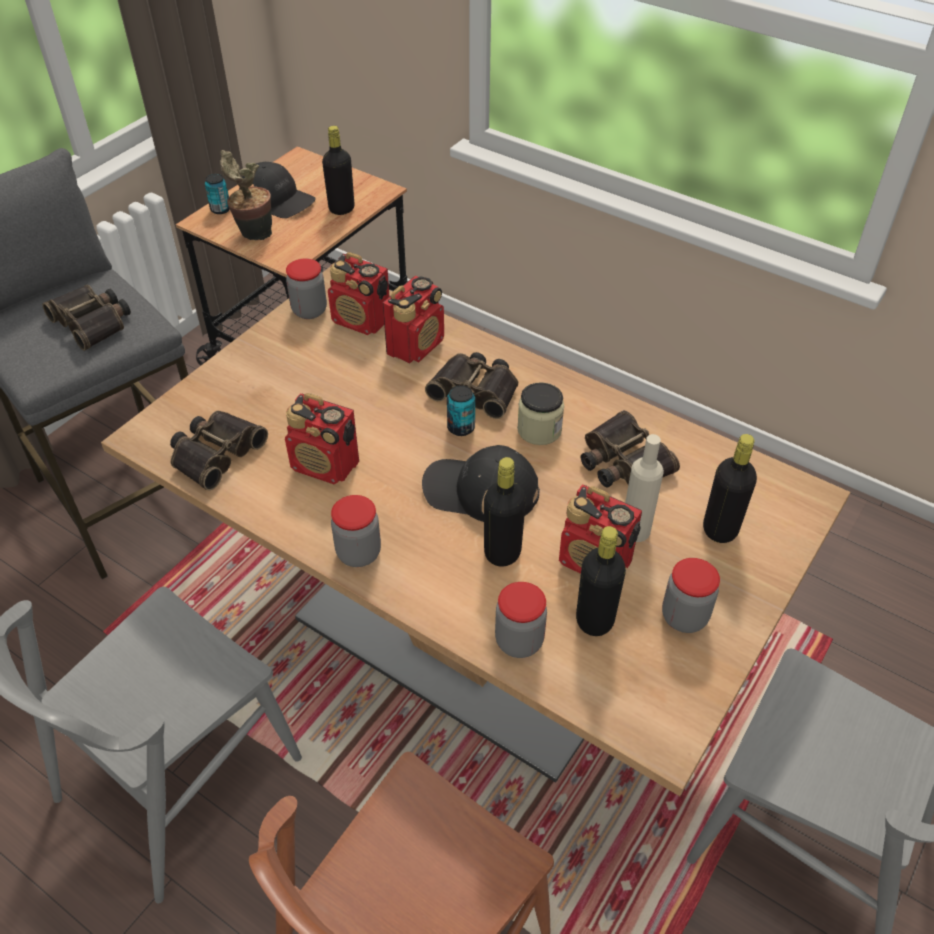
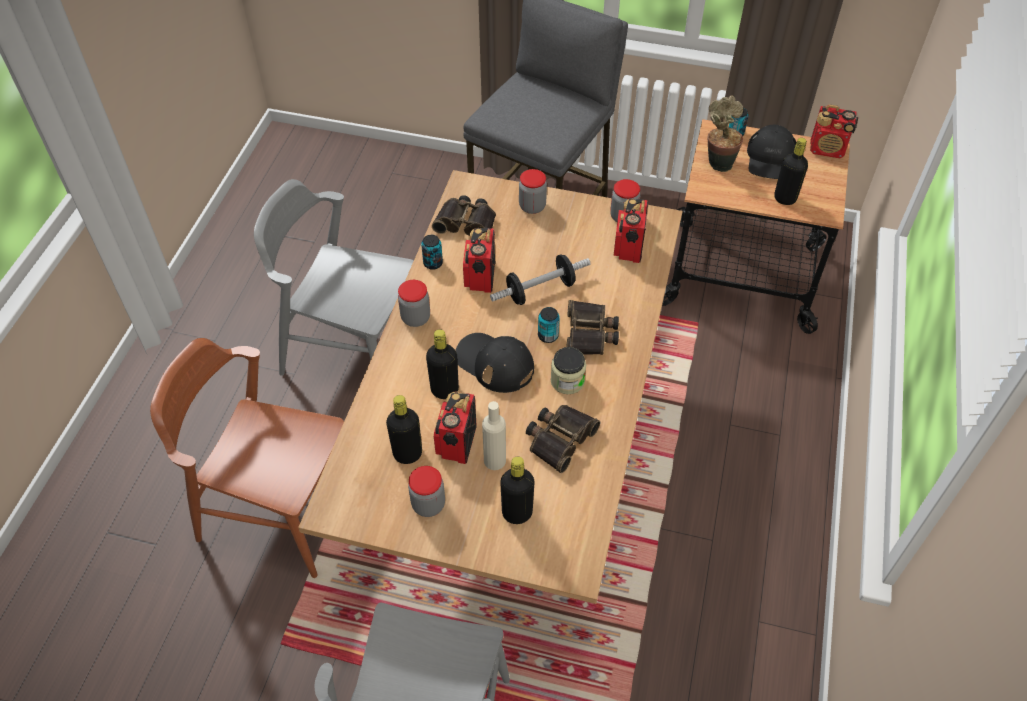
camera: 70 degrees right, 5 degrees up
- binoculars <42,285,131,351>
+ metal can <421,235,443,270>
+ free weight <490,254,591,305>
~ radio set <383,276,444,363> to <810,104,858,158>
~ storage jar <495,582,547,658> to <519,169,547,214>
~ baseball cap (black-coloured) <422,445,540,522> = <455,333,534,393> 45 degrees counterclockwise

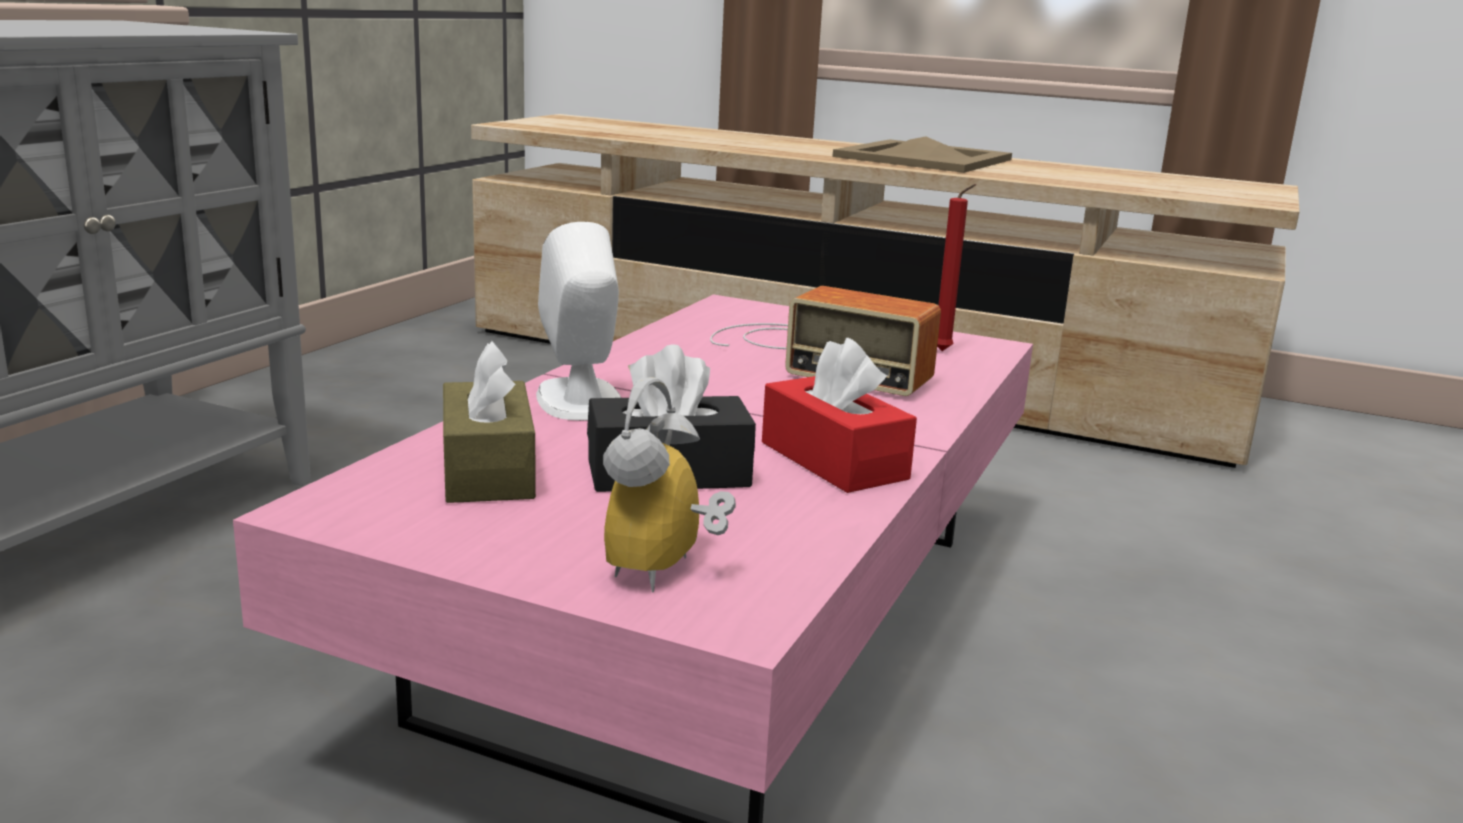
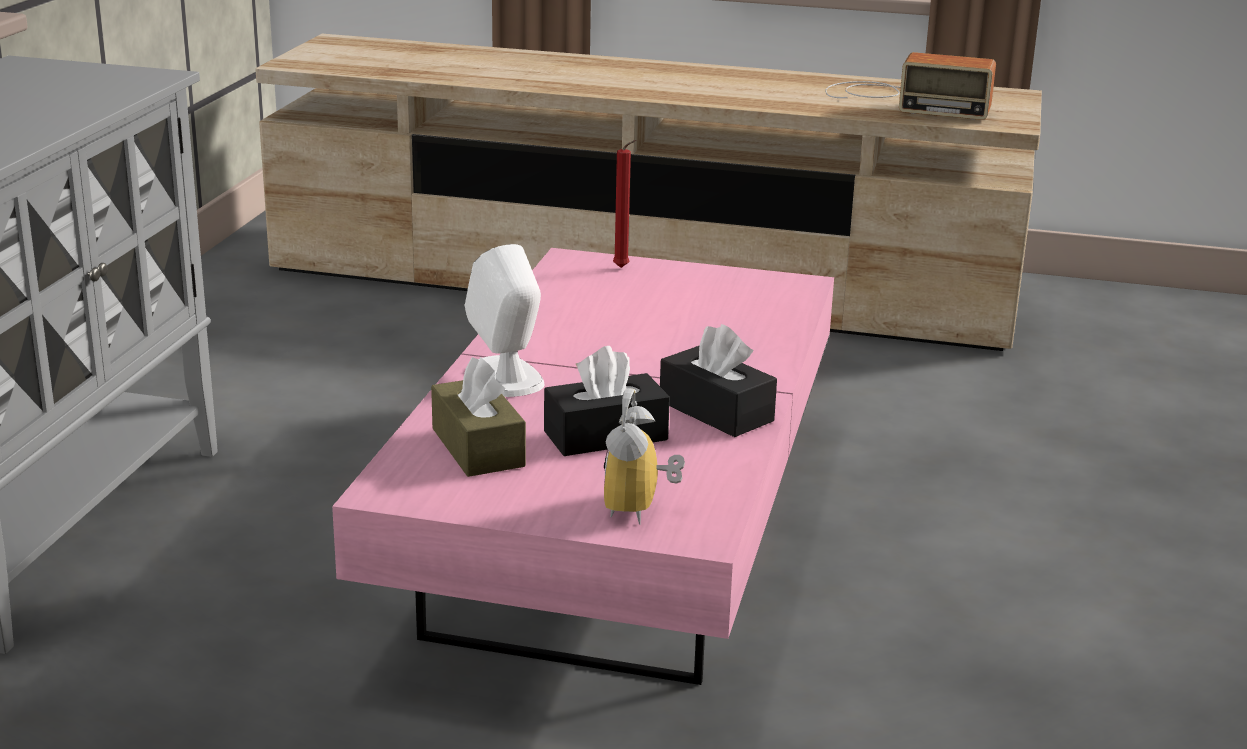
camera: 10 degrees left, 5 degrees up
- tray (sand-coloured) <832,137,1012,173>
~ radio set <710,286,941,396> to <825,52,996,120>
~ candle (red) <937,184,976,351> to <613,140,636,268>
~ box of tissues (red) <762,338,917,493> to box of tissues (black-coloured) <660,324,777,437>

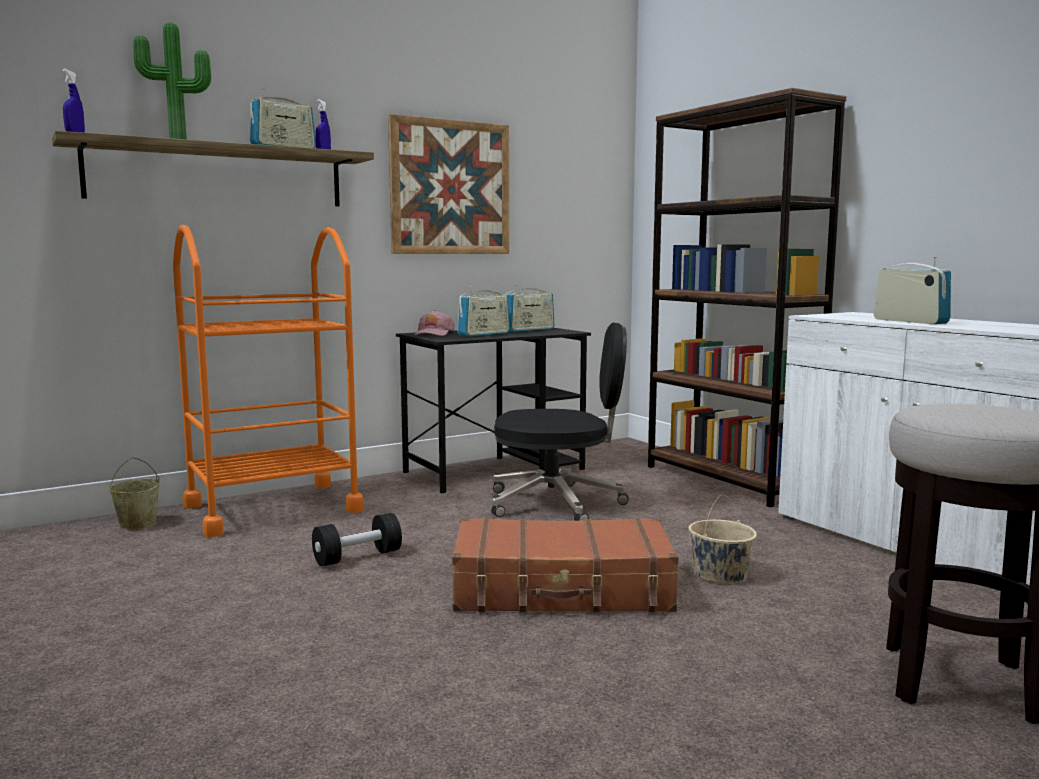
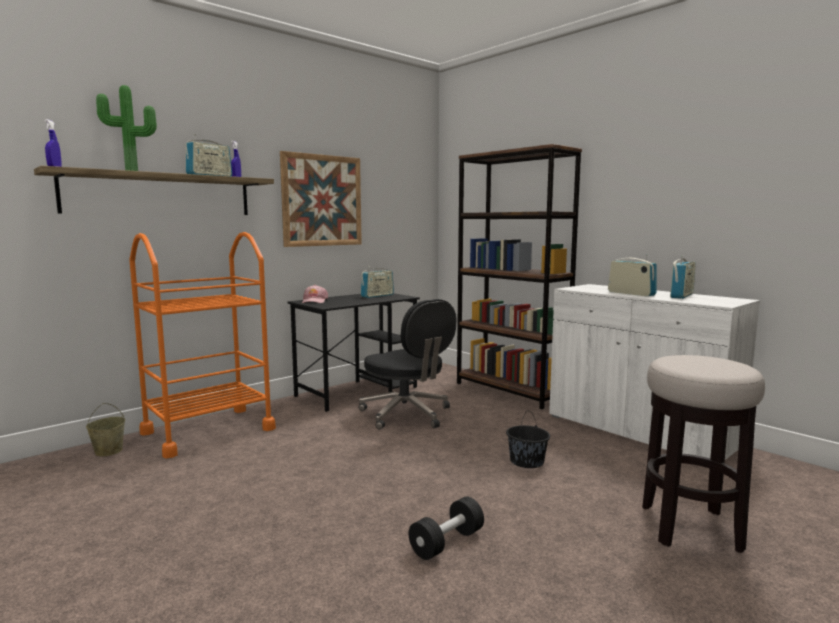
camera: 10 degrees left, 0 degrees up
- piece of luggage (brownish) <452,518,679,612>
~ free weight (black-coloured) <312,513,402,566> to <409,497,484,560>
~ radio set <458,286,510,337> to <670,255,696,299>
~ bucket (sand-coloured) <688,495,757,584> to bucket (black-coloured) <506,410,550,468>
~ desk chair (black-coloured) <491,323,629,521> = <358,299,457,430> 60 degrees clockwise

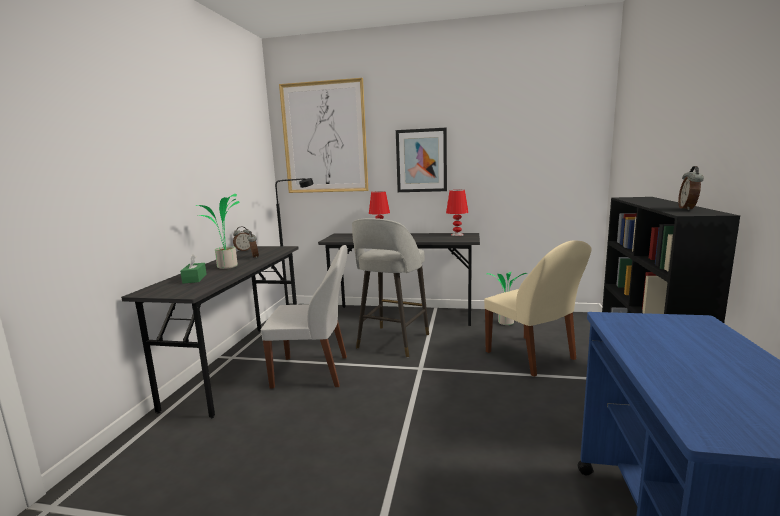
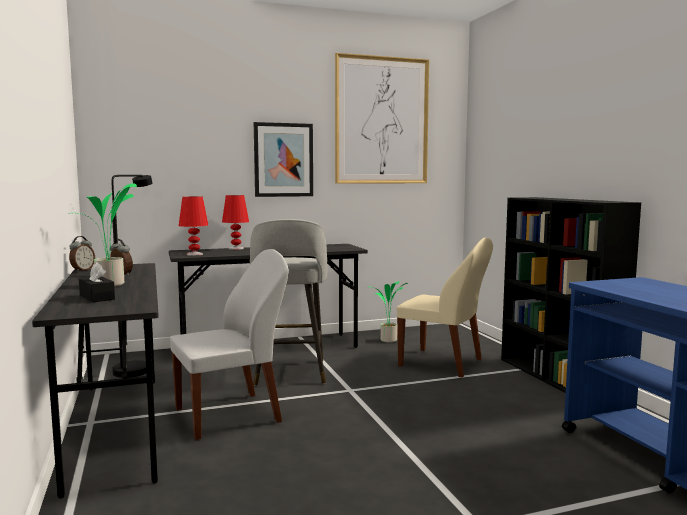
camera: 30 degrees left, 5 degrees down
- table clock <678,166,704,210>
~ wall picture <279,78,368,193> to <335,53,429,184>
~ table lamp (red) <446,190,469,236> to <179,196,208,256>
~ box of tissues (green-coloured) <180,254,207,283> to box of tissues (black-coloured) <79,263,115,302>

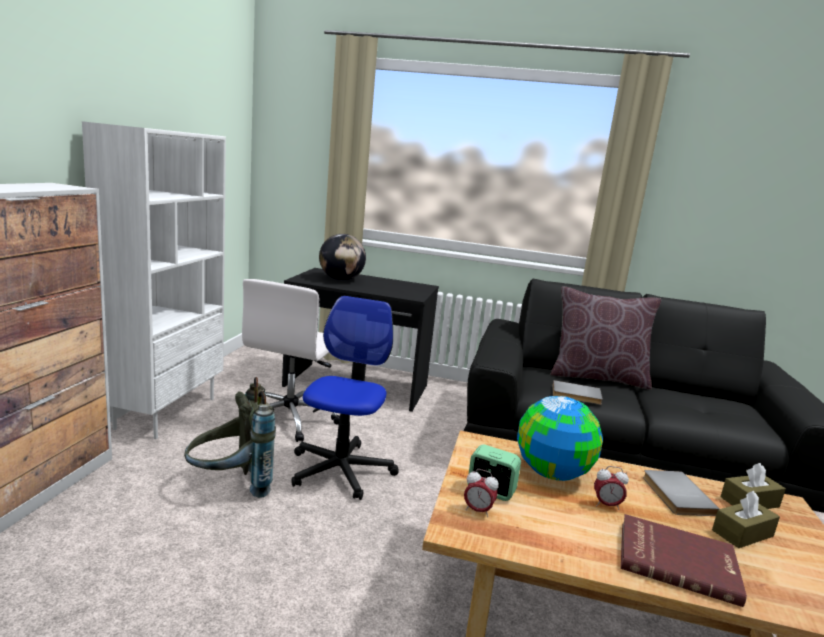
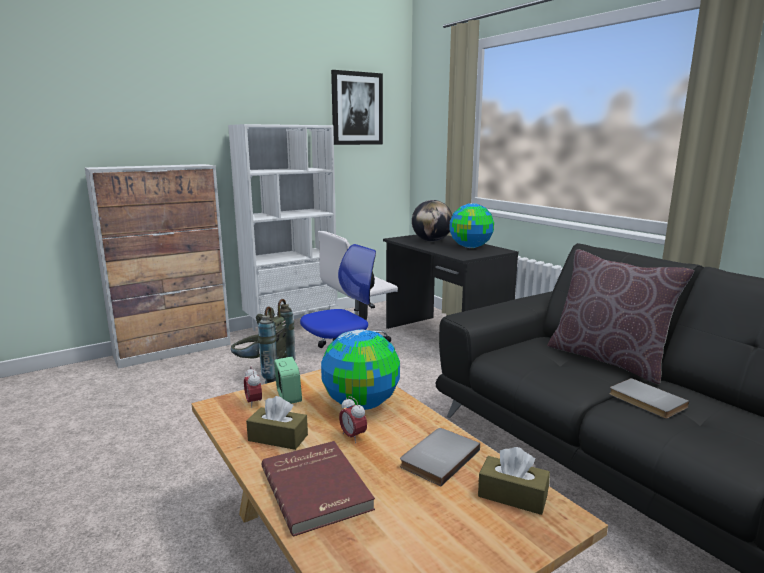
camera: 45 degrees right, 0 degrees up
+ wall picture <331,70,383,145>
+ world globe <449,203,494,248>
~ book (gray) <552,380,603,405> to <609,378,689,419>
~ box of tissues (brownish) <712,491,780,548> to <246,396,308,450>

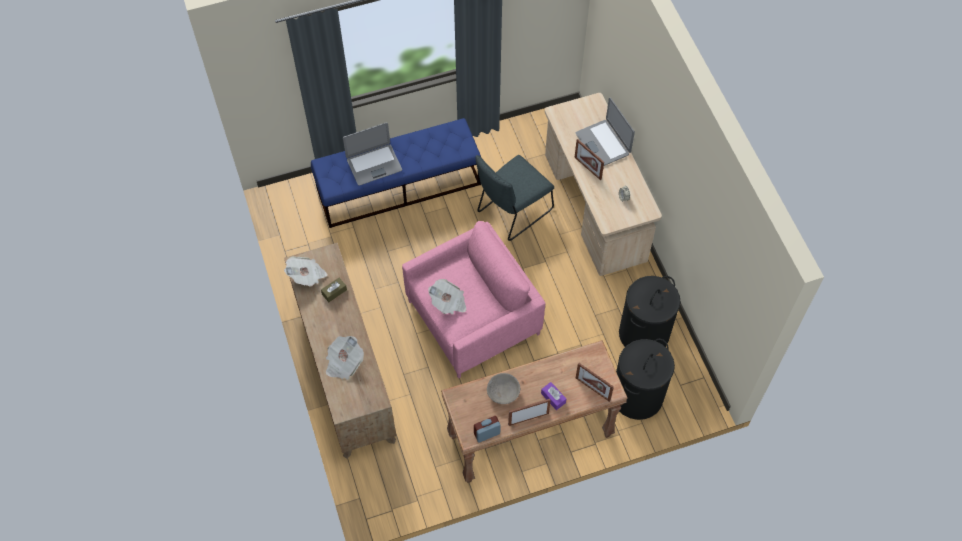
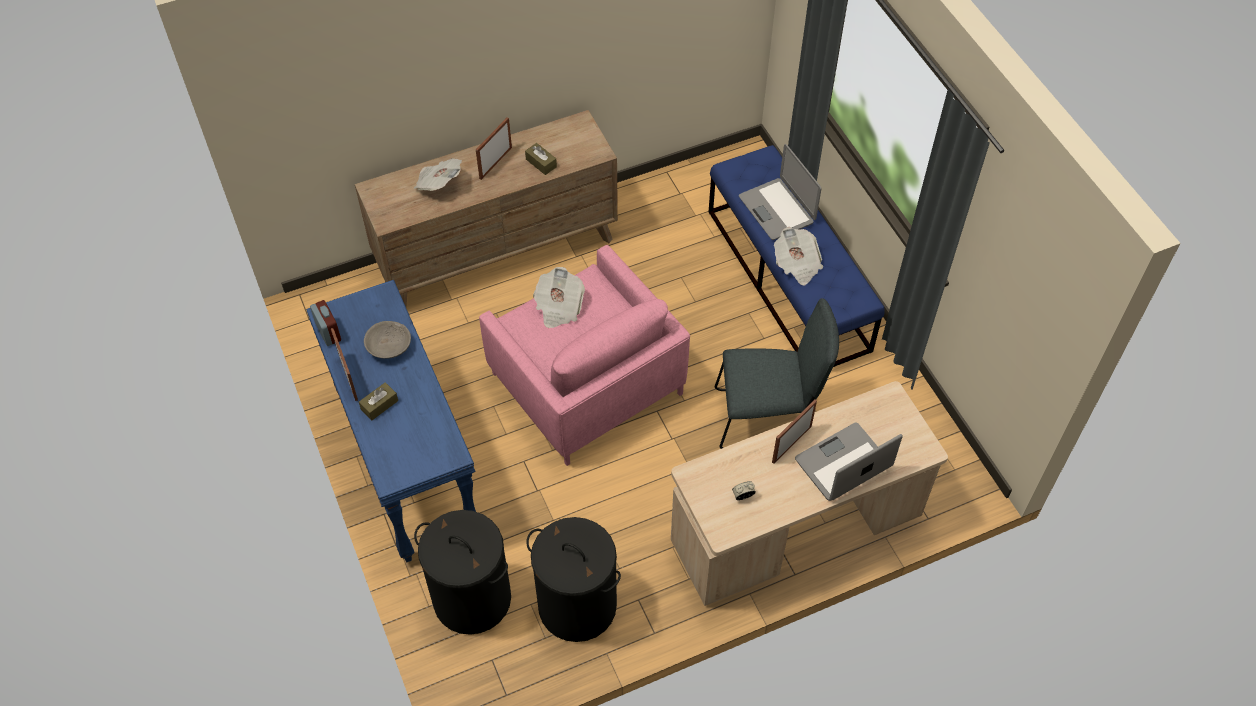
camera: 85 degrees right, 5 degrees down
~ daily paper <284,256,327,287> to <774,227,823,285>
~ standing frame <576,363,614,402> to <476,117,512,180>
~ hall table (brownish) <441,340,627,483> to hall table (bluish) <306,280,476,562>
~ box of tissues (purple-coloured) <541,382,566,410> to box of tissues (brownish) <359,382,398,420>
~ upright chair (gray) <475,155,554,241> = <715,298,839,449> 135 degrees clockwise

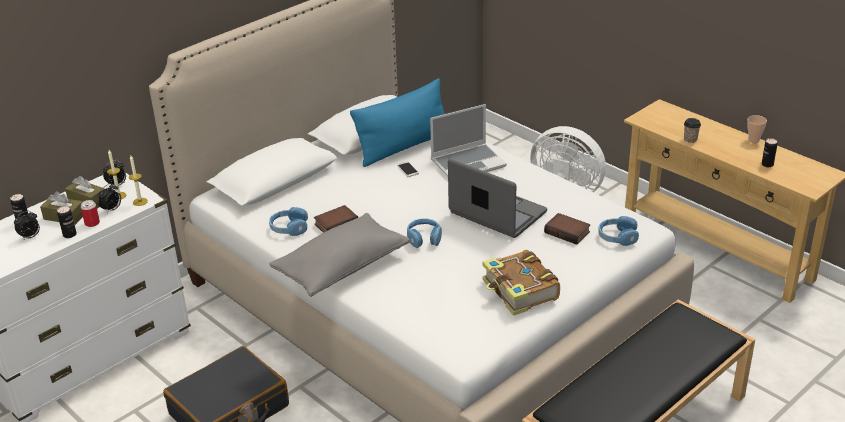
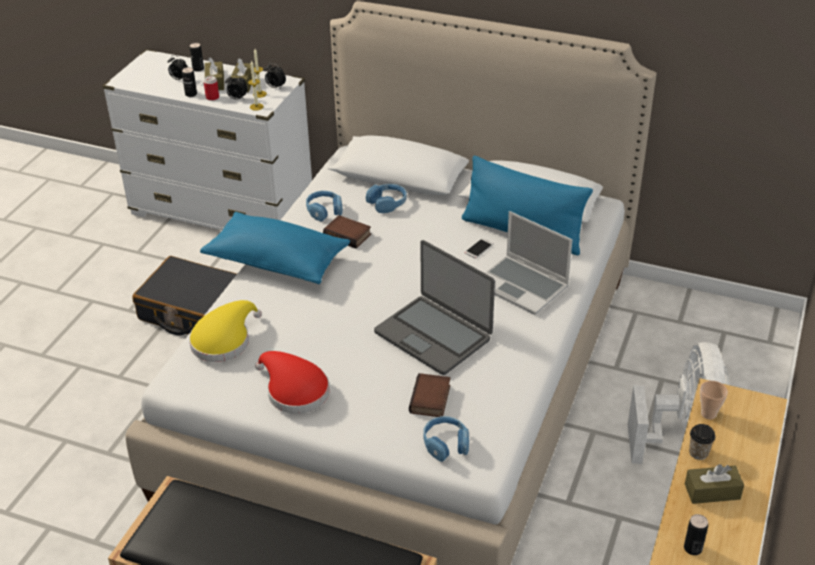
camera: 65 degrees right, 5 degrees up
+ hat (yellowish) <189,300,262,362>
+ box of tissues (brownish) <685,464,744,504>
~ headset (bluish) <407,218,442,248> to <366,184,407,213>
~ small cup <747,115,767,143> to <700,381,728,420>
~ book <482,250,560,316> to hat (red) <255,351,330,414>
~ pillow (gray) <269,213,410,297> to pillow (bluish) <200,212,350,284>
~ notebook computer <448,159,547,238> = <374,240,495,375> 120 degrees clockwise

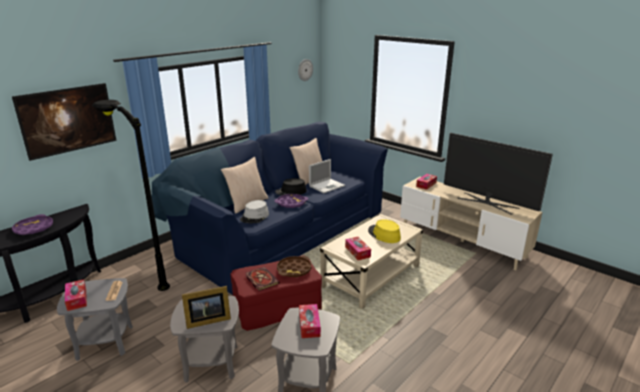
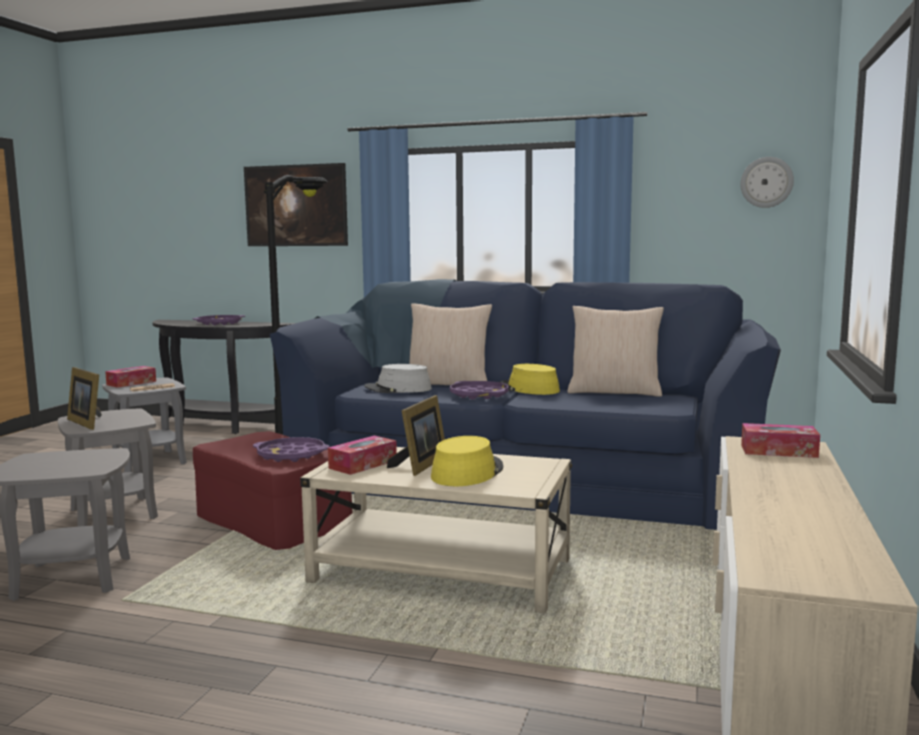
camera: 65 degrees right, 15 degrees down
- book <245,267,280,291>
- box of tissues <299,304,321,338>
- notebook computer <309,159,345,193>
- television <444,133,553,215>
+ standing frame <387,395,445,476>
~ hat (black-coloured) <275,178,307,196> to hat (yellowish) <500,364,560,395>
~ tray (brownish) <277,256,311,278> to tray (purple-coloured) <253,437,329,462>

